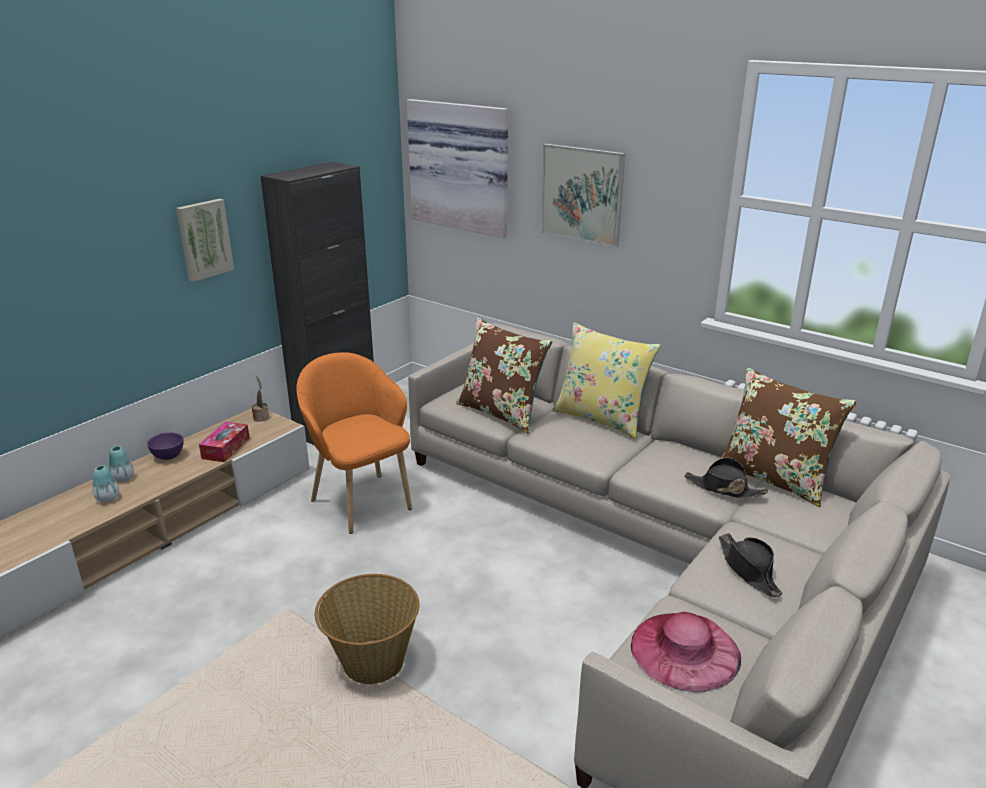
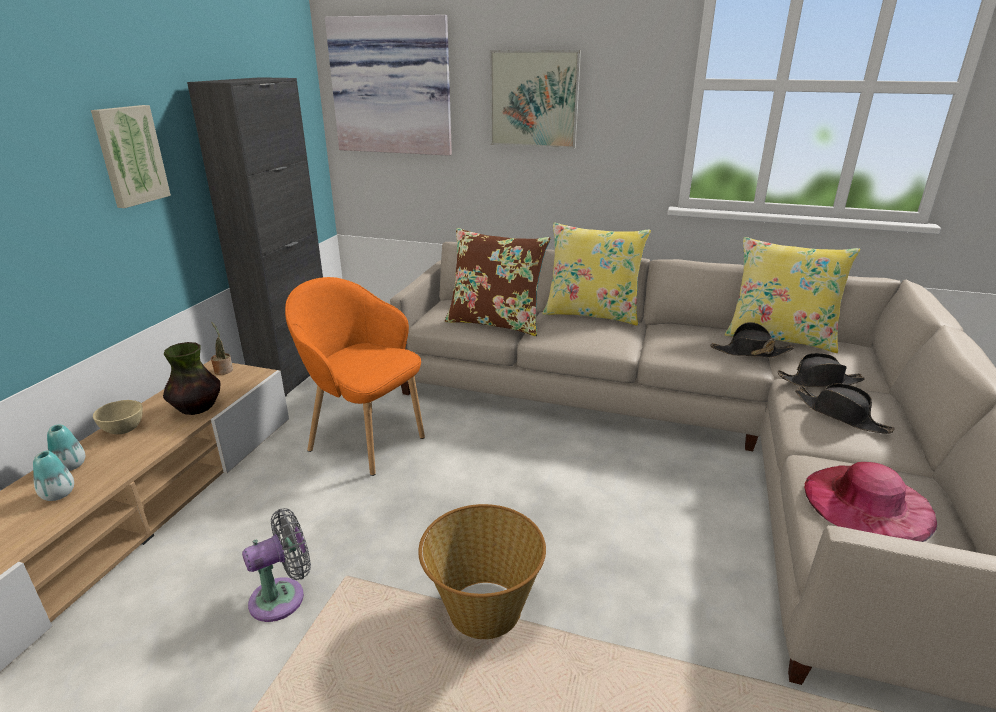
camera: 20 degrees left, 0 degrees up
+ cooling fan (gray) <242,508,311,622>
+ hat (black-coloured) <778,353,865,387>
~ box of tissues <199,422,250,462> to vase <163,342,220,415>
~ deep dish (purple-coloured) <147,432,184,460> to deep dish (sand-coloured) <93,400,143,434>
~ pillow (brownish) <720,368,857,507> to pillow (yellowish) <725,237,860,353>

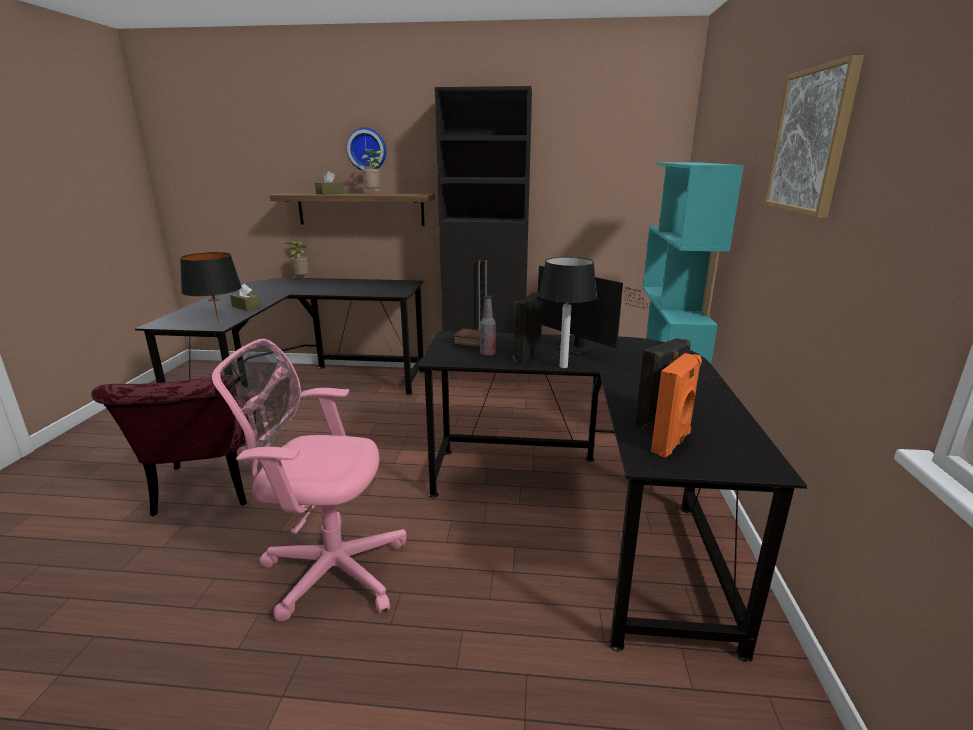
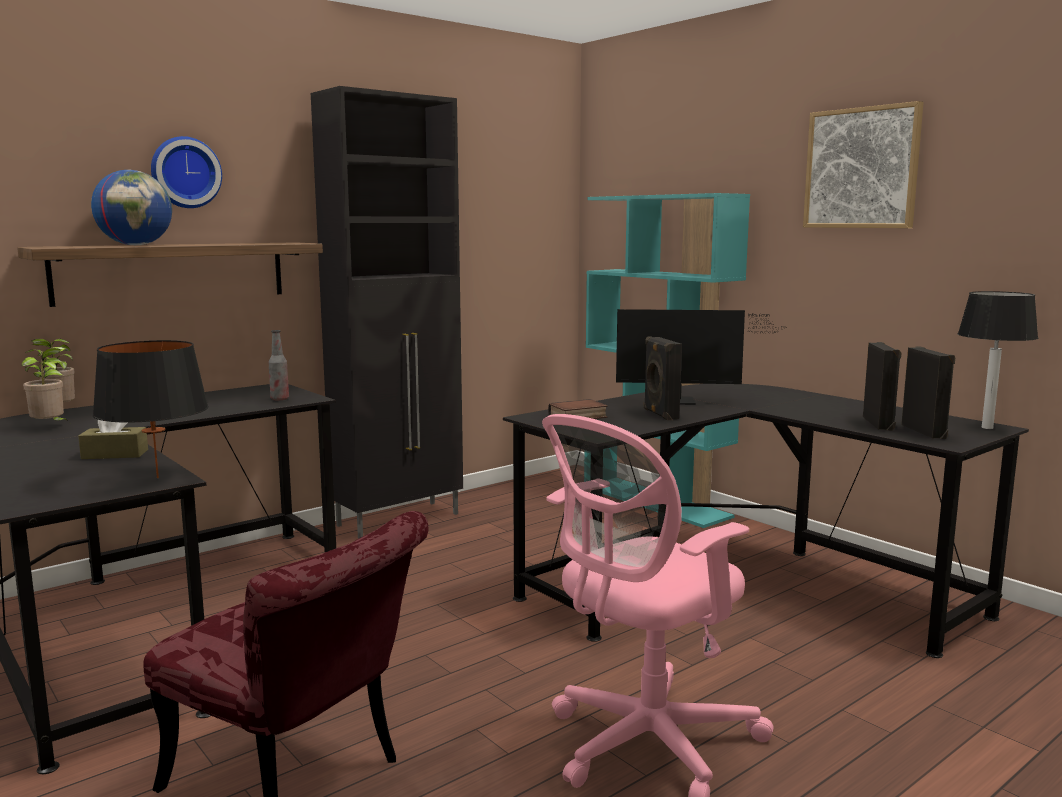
camera: 45 degrees left, 10 degrees down
~ plant in a pot <362,150,383,192> to <21,347,69,422>
~ beverage bottle <480,295,496,356> to <269,330,289,401>
~ table lamp <538,257,597,368> to <958,291,1039,429>
~ box of tissues (brownish) <315,171,344,195> to world globe <91,170,172,245>
~ audio speaker (orange-coloured) <651,353,702,457> to audio speaker (black-coloured) <901,347,955,439>

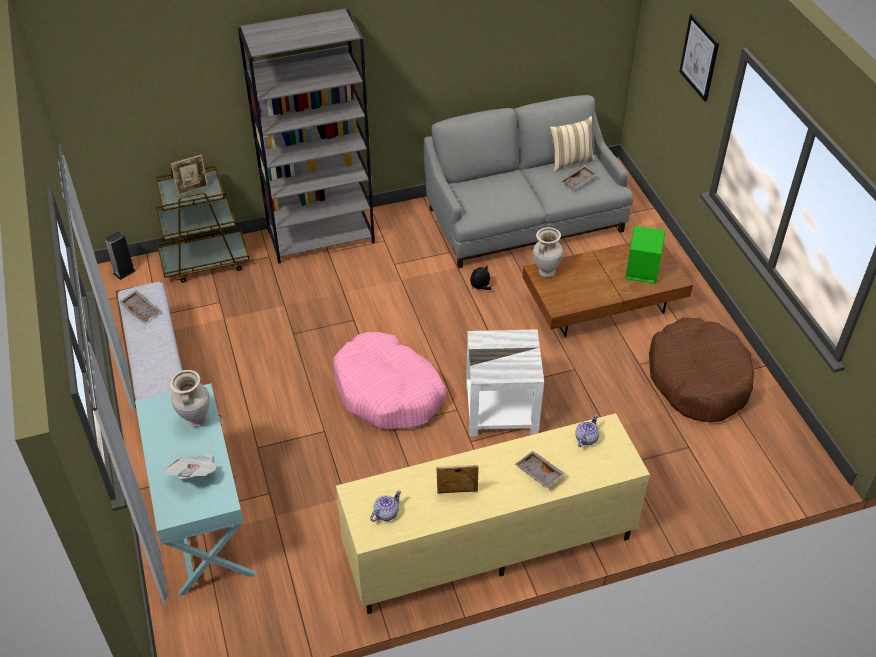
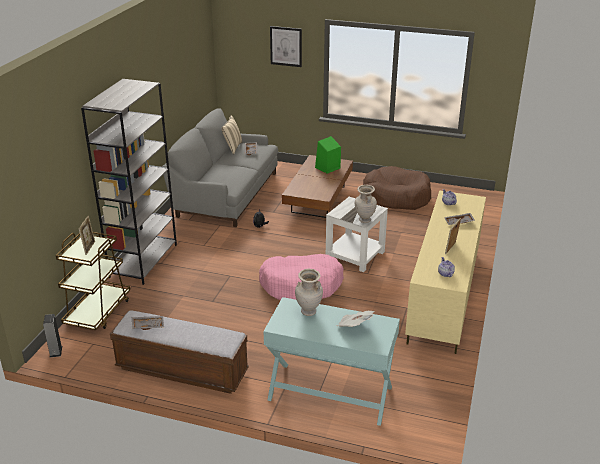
camera: 55 degrees left, 15 degrees down
~ vase (sand-coloured) <533,227,563,277> to <355,185,377,223>

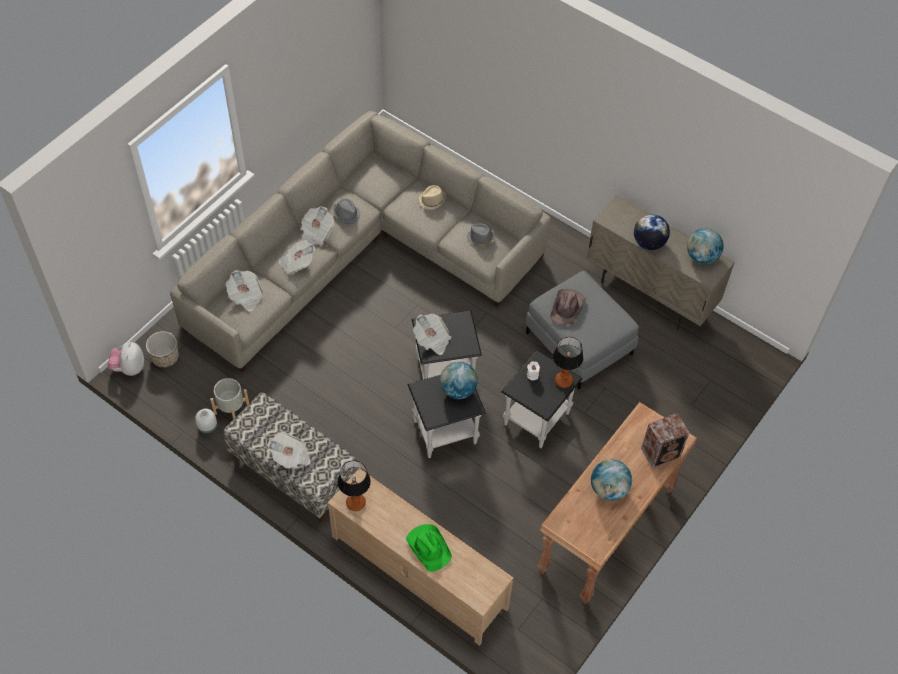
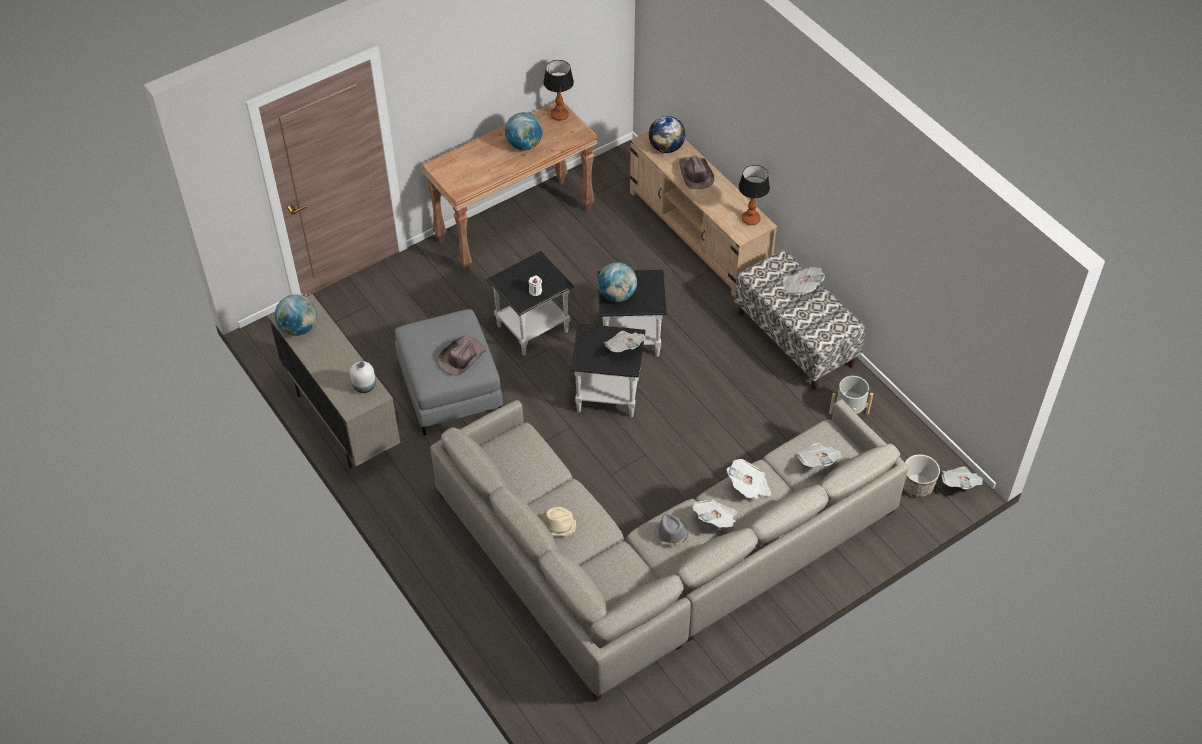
camera: 160 degrees left, 5 degrees down
- hat (gray) <467,223,495,246>
- audio speaker <641,413,690,468>
~ vase (white-coloured) <195,409,217,435> to <350,361,376,393>
~ table lamp <553,337,583,388> to <543,60,574,121>
~ world globe <634,214,670,250> to <649,116,685,153>
~ soft toy <108,342,144,376> to daily paper <941,466,983,489>
~ hat (green-coloured) <406,524,452,572> to hat (brownish) <678,156,715,189>

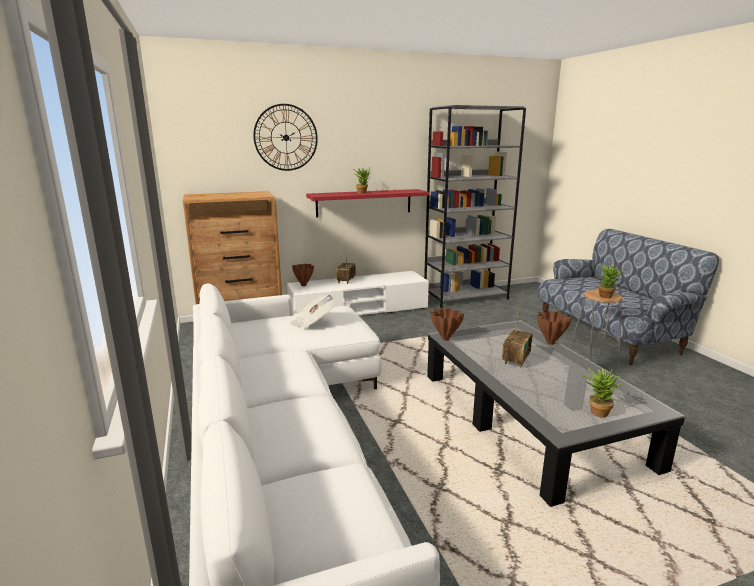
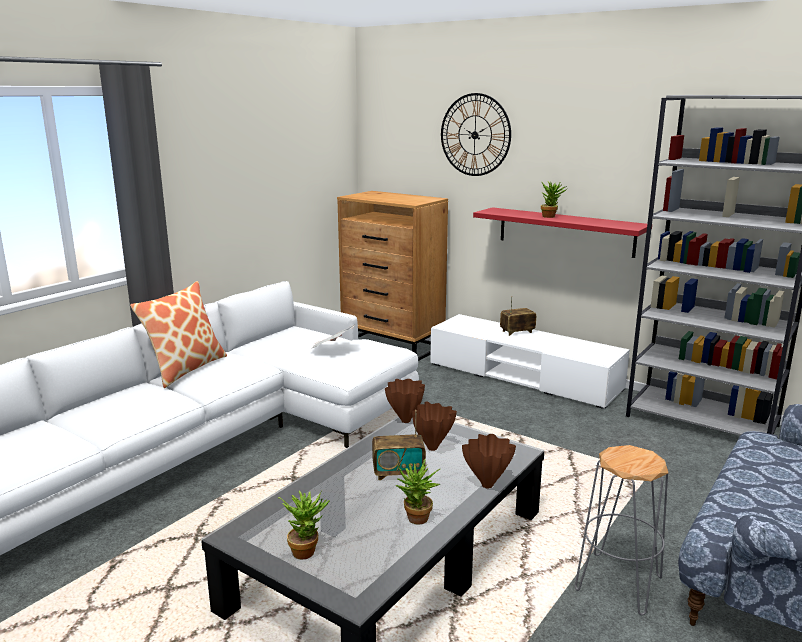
camera: 55 degrees right, 0 degrees up
+ pillow <130,281,227,388>
~ vase (brownish) <292,263,314,286> to <412,401,457,451>
~ plant in a pot <598,263,626,298> to <396,459,440,525>

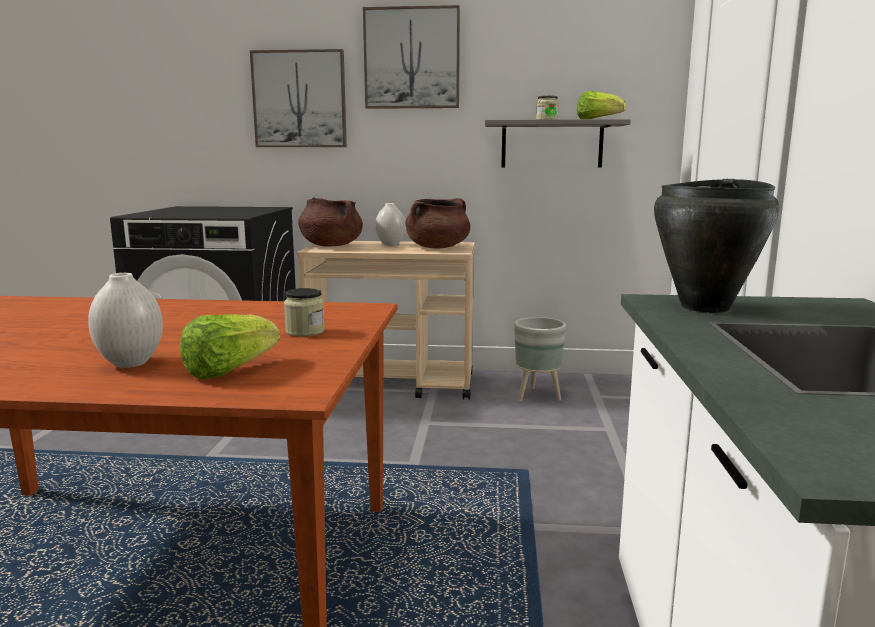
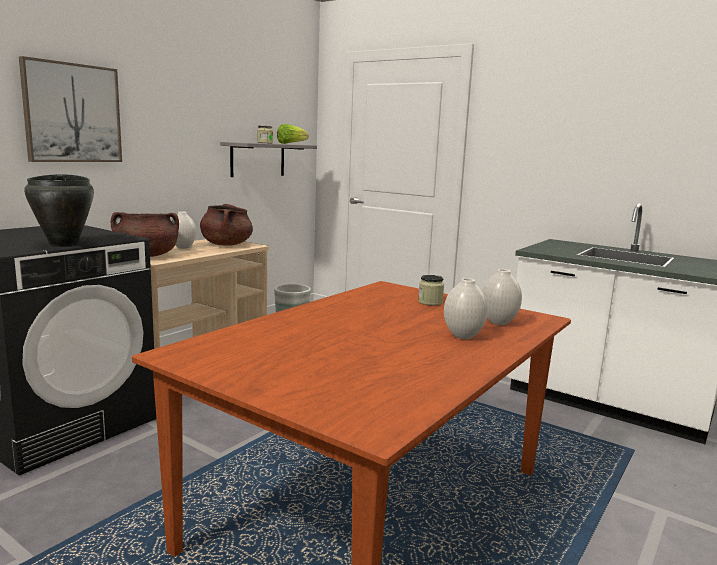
camera: 60 degrees left, 0 degrees up
- wall picture <363,5,460,109>
~ stockpot (black-coloured) <654,178,779,313> to <24,174,94,247>
~ lettuce head <180,314,280,379> to vase (white-coloured) <482,269,522,325>

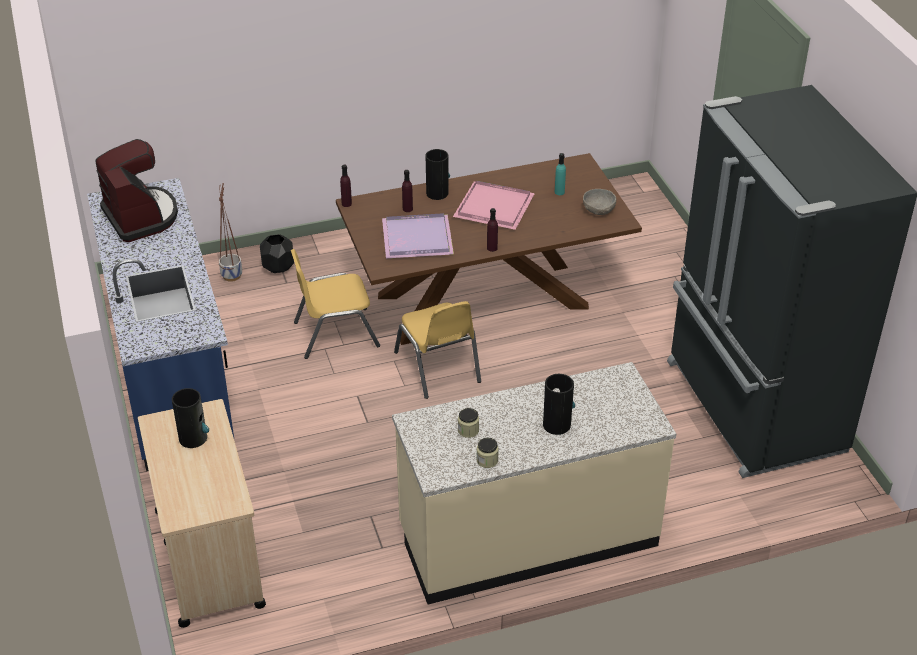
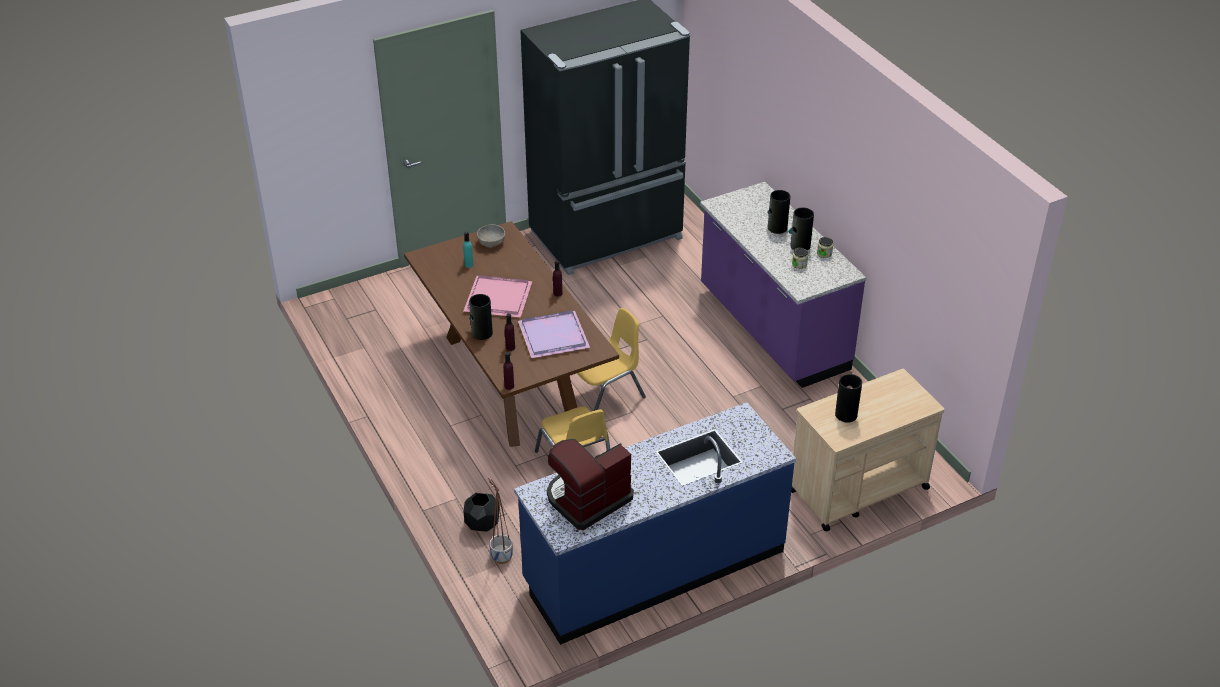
camera: 100 degrees left, 0 degrees up
+ vase <789,207,814,251>
~ kitchen counter (sand-coloured) <392,362,676,604> to kitchen counter (purple-coloured) <700,182,866,388>

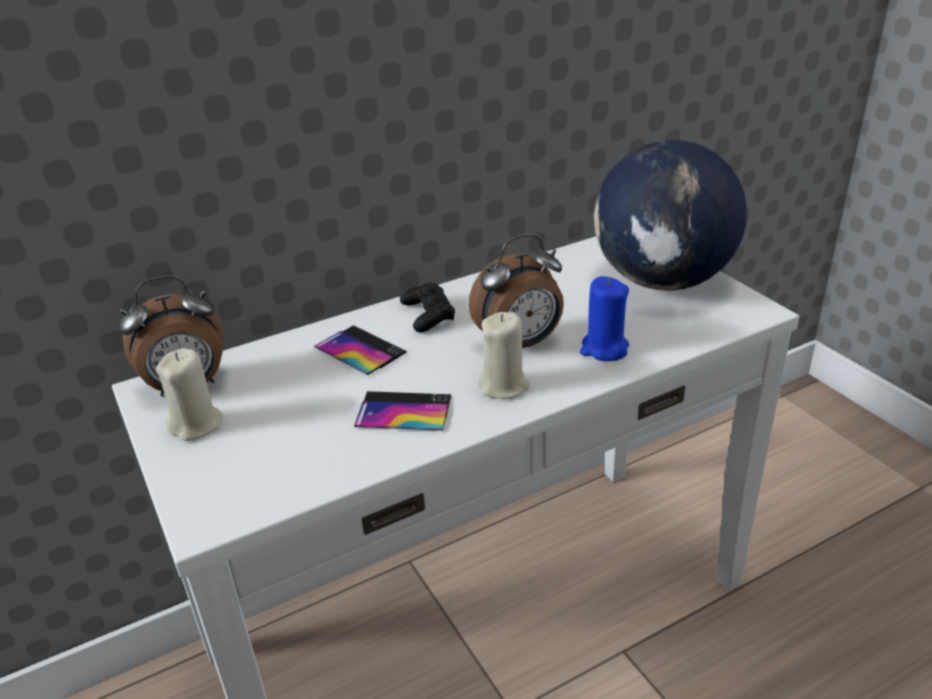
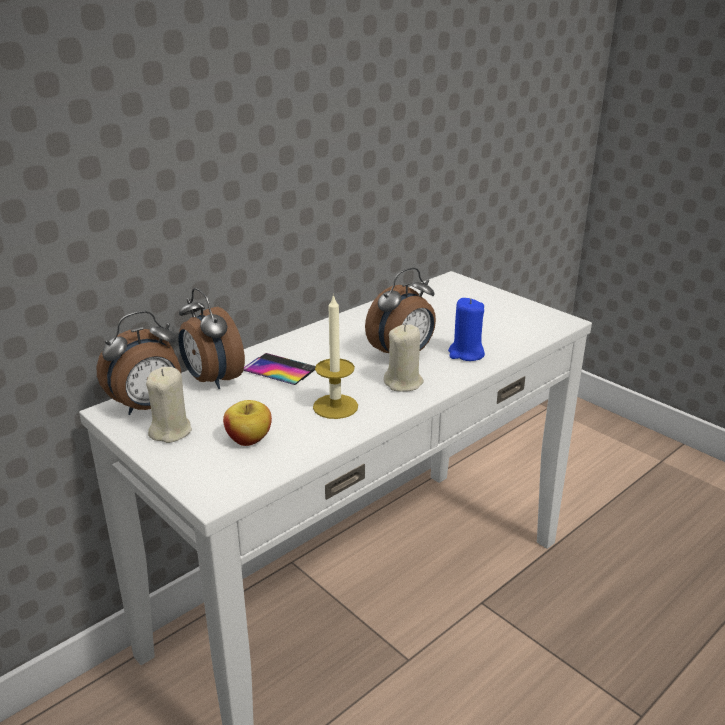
camera: 15 degrees left, 5 degrees down
- joypad (black-coloured) <400,283,455,332>
- world globe <594,140,747,291>
+ table clock <178,288,245,389>
+ apple fruit <223,400,272,446>
~ telephone <354,391,451,431> to candle <313,294,358,419>

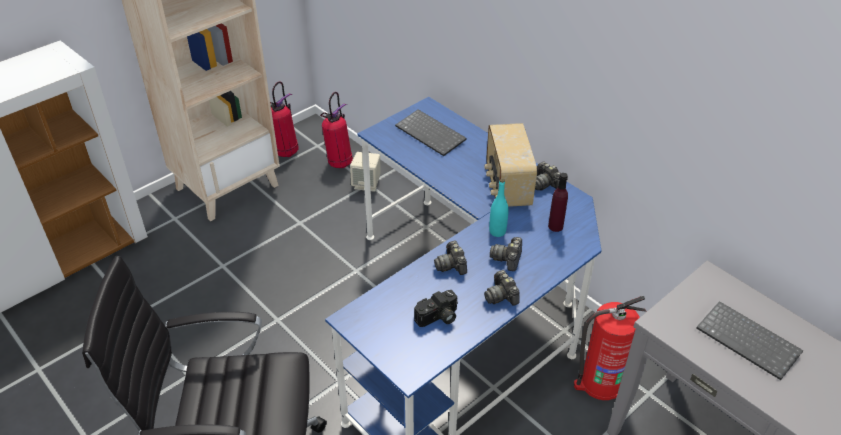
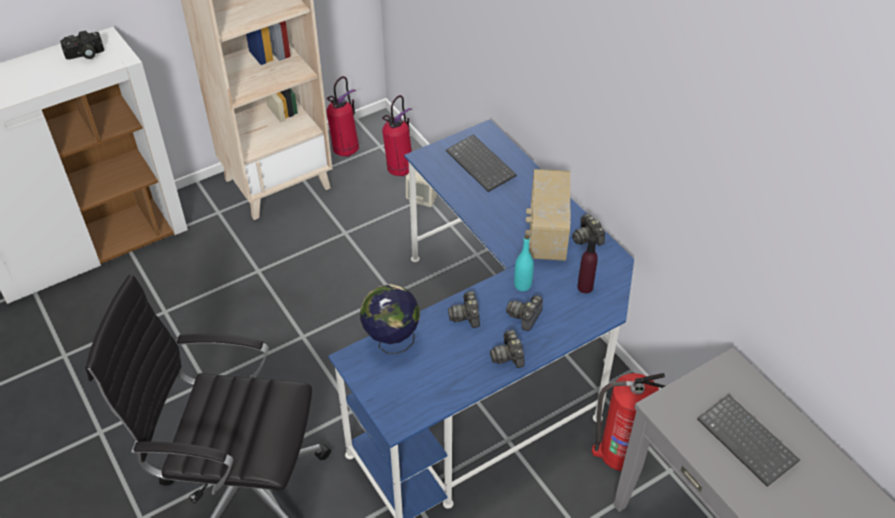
camera: 10 degrees right, 5 degrees up
+ world globe <360,284,420,354>
~ photo camera <414,290,458,327> to <60,31,104,59>

